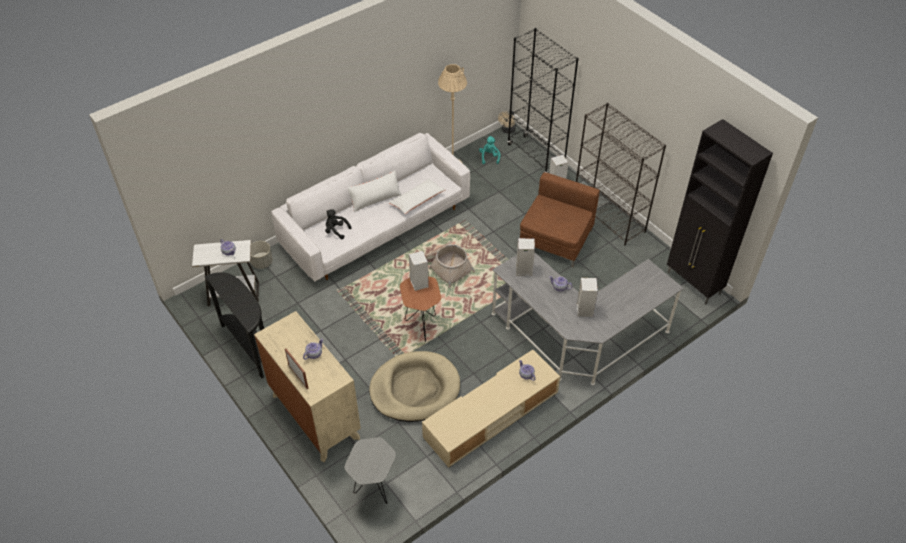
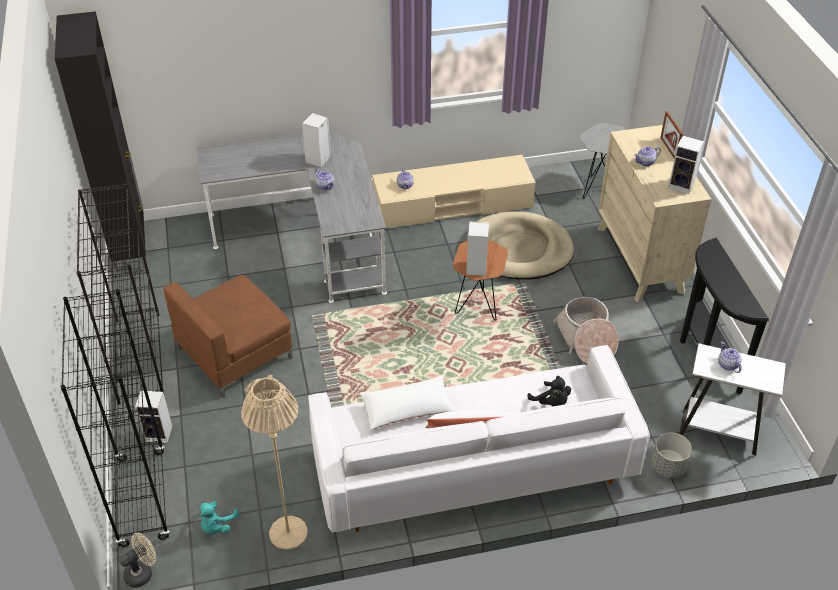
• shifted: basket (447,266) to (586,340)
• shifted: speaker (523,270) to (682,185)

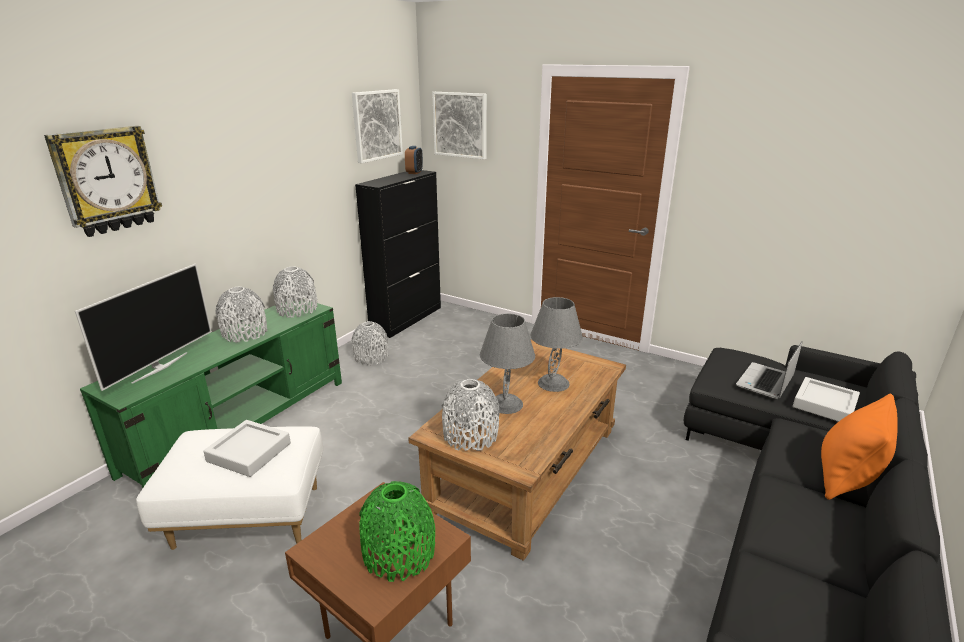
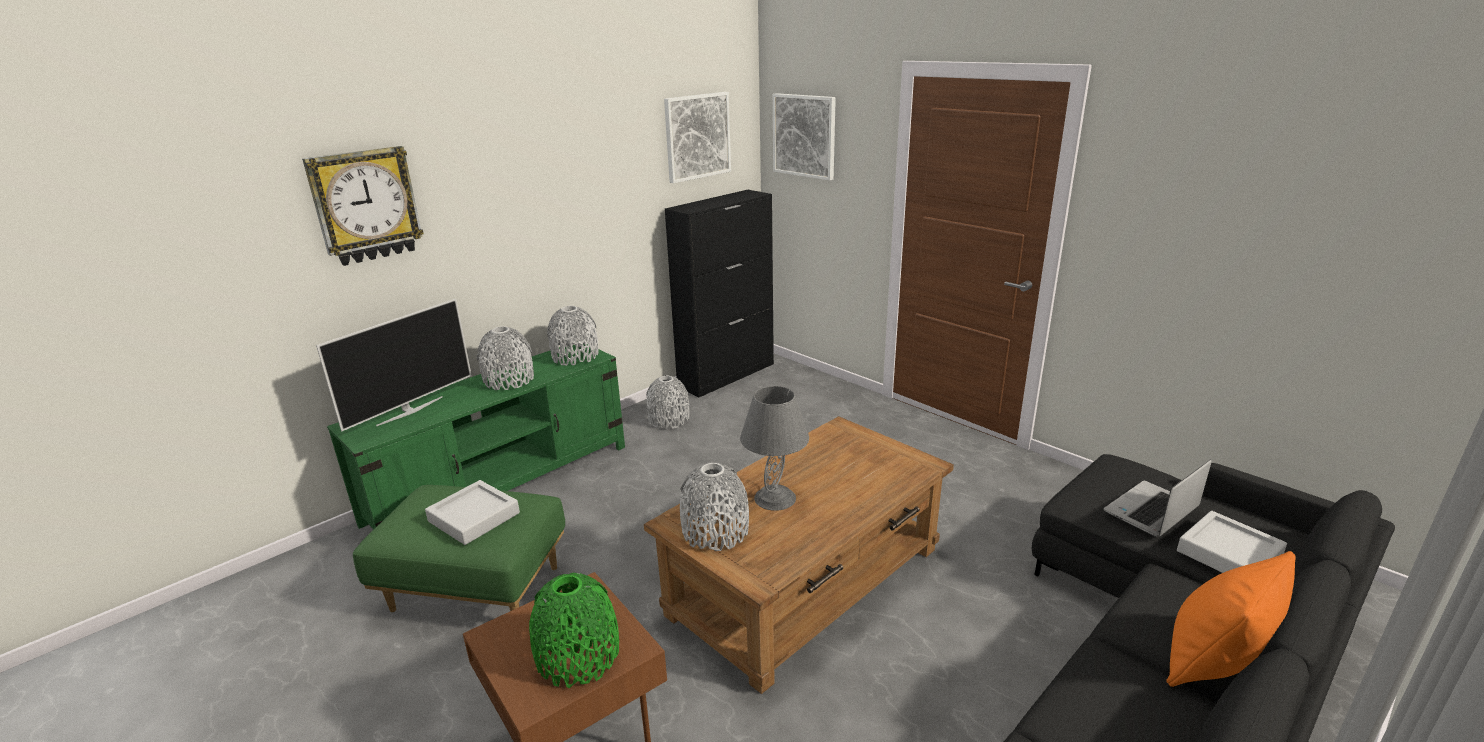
• repainted: ottoman (white) (247,518) to ottoman (green) (474,590)
• gone: alarm clock (414,172)
• gone: table lamp (grey) (553,383)

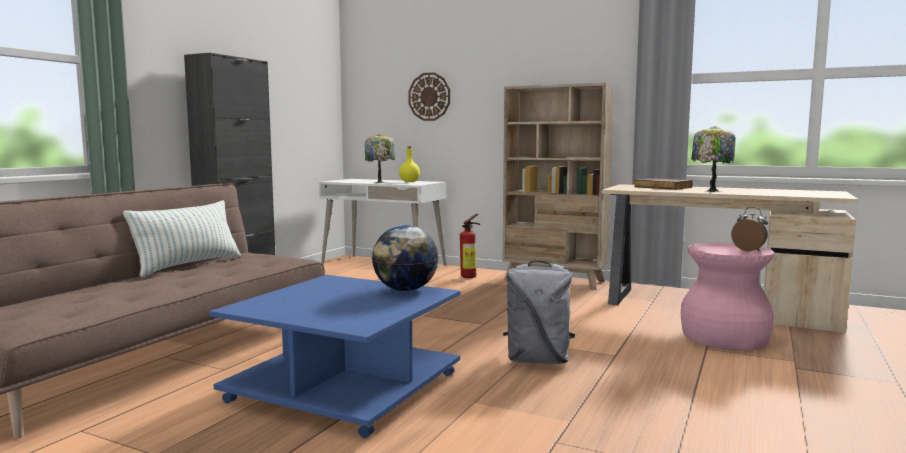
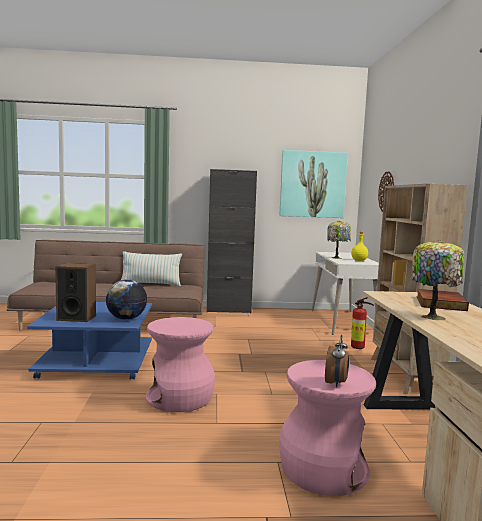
• swapped: backpack (grey) (538,360) to stool (pink) (180,398)
• new: speaker (76,318)
• new: picture (312,184)

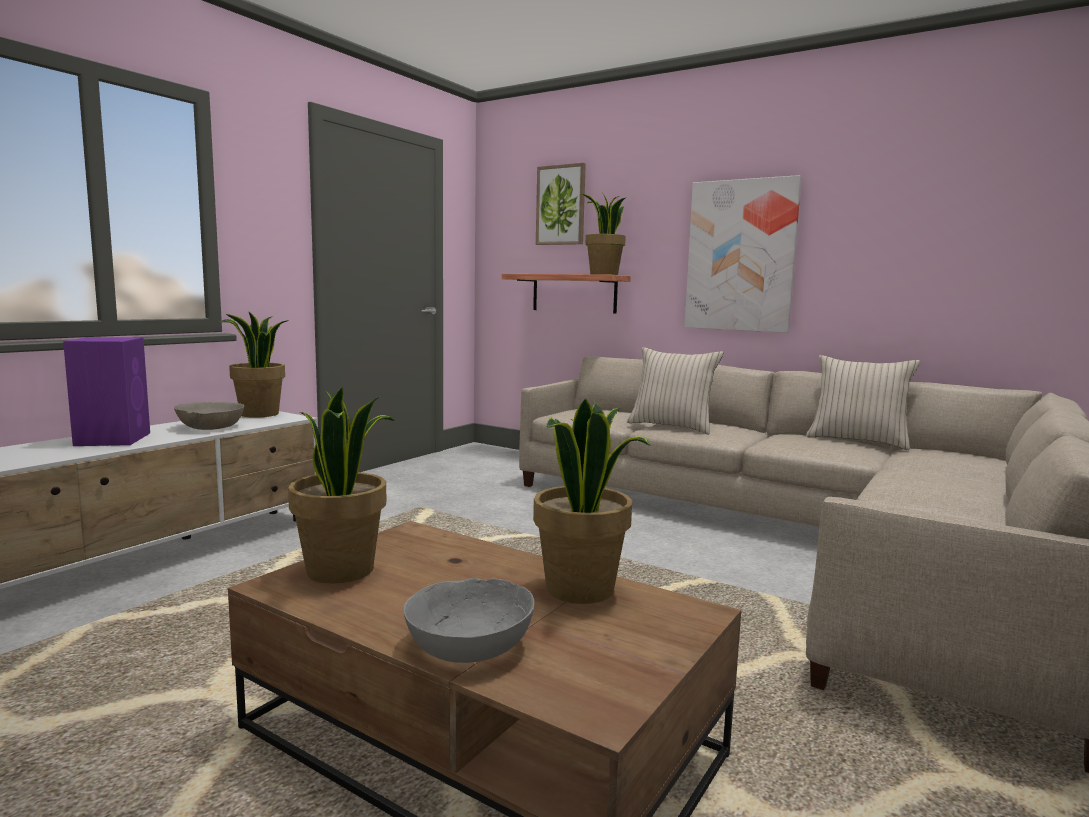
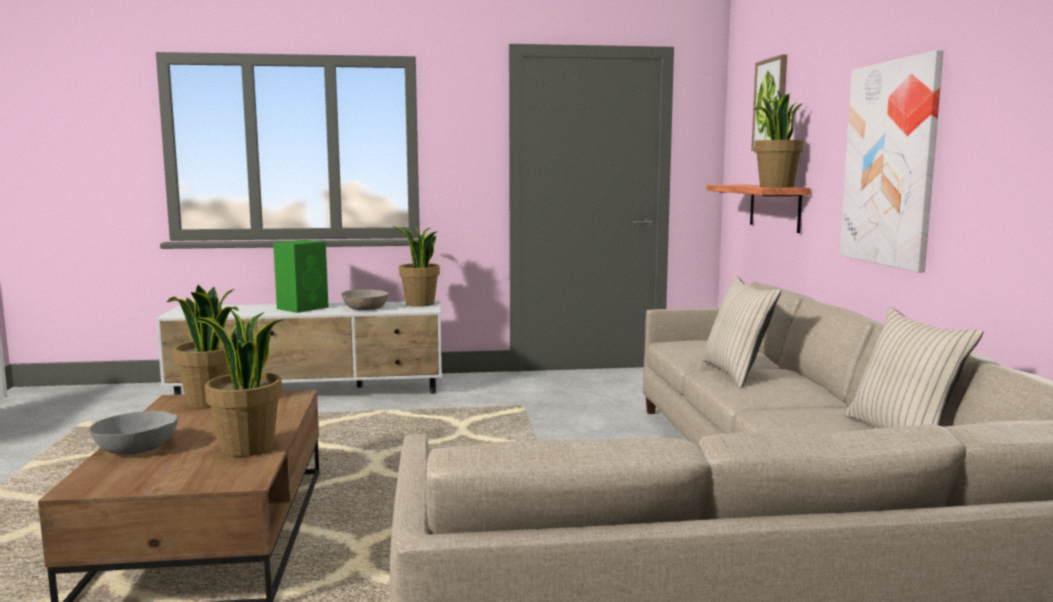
• repainted: speaker (purple) (114,439) to speaker (green) (303,308)

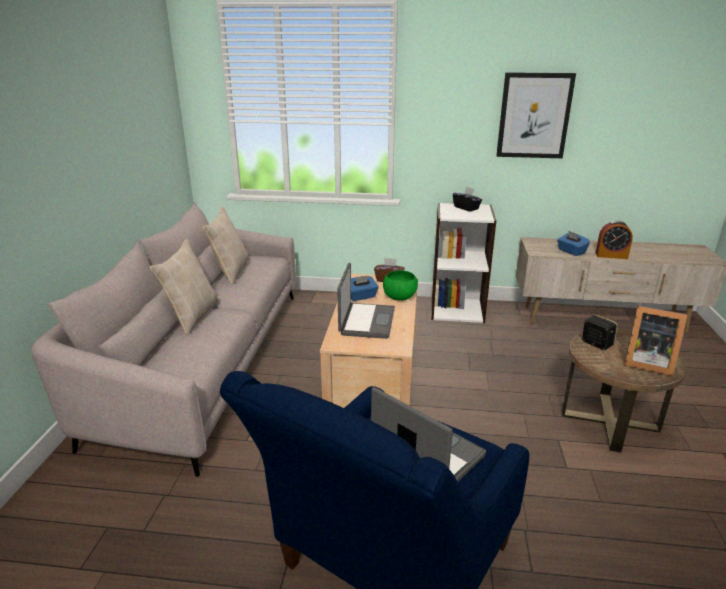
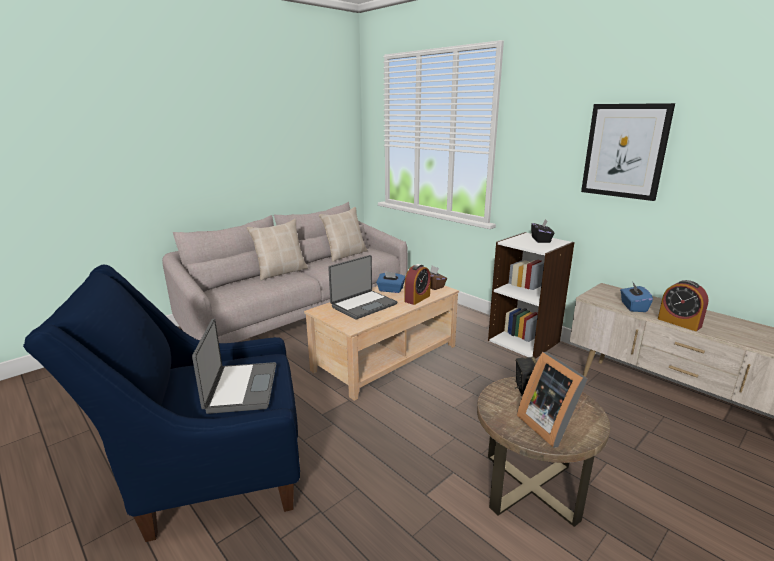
• swapped: bowl (green) (400,297) to alarm clock (417,298)

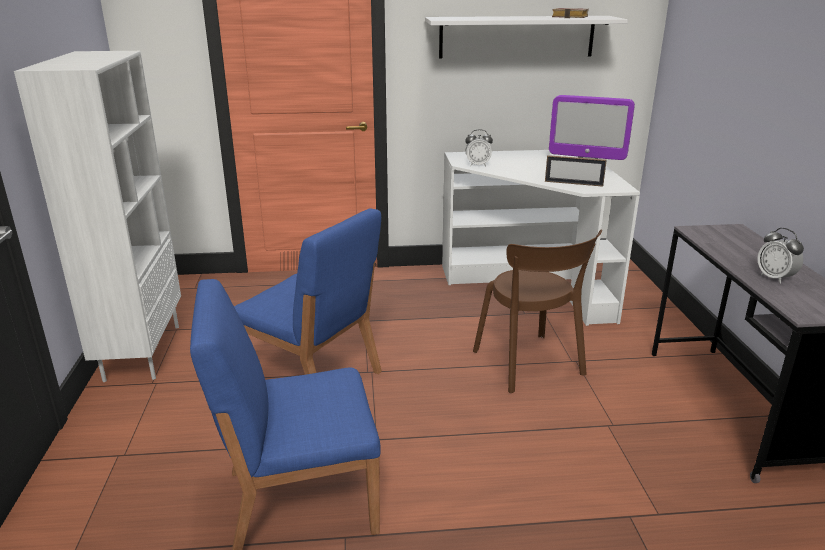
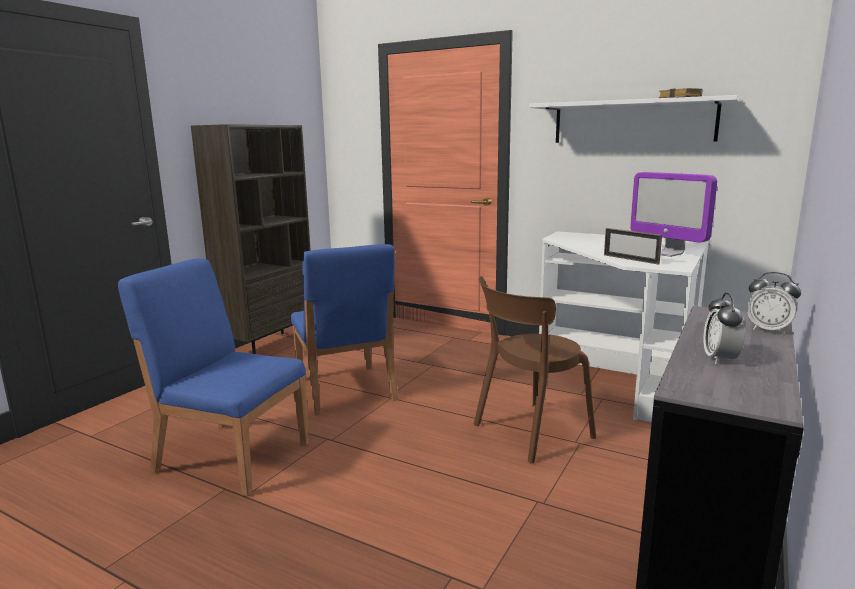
• repainted: bookcase (white) (141,352) to bookcase (brown) (269,346)
• shifted: alarm clock (477,165) to (768,330)
• rotated: chair (brown) (530,365) = (528,432) 45 degrees clockwise

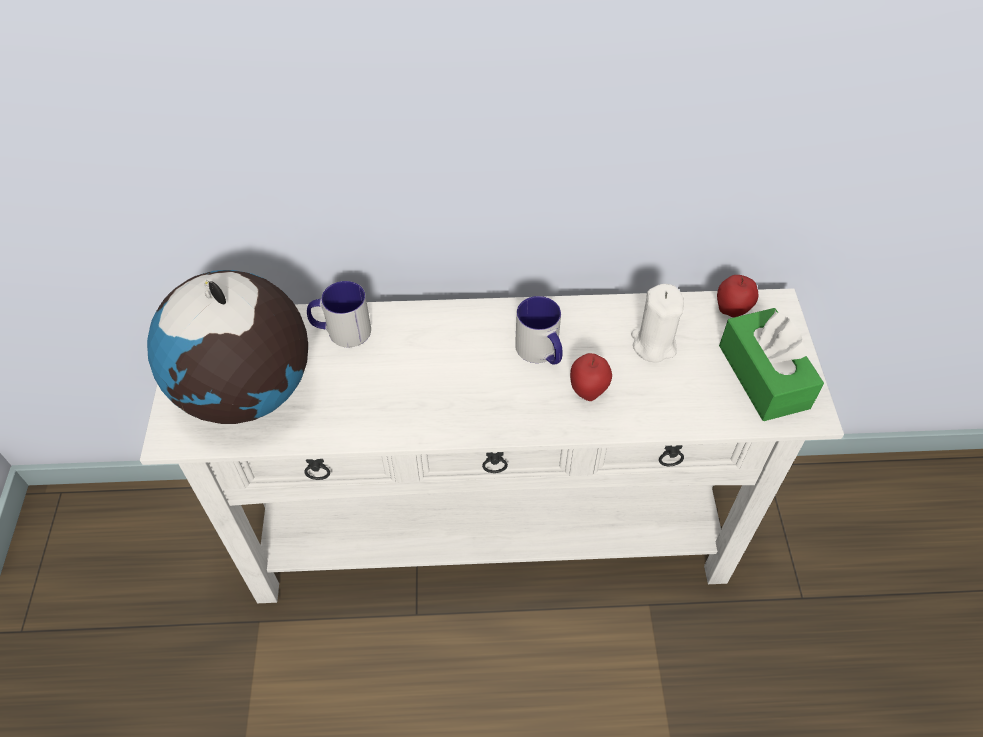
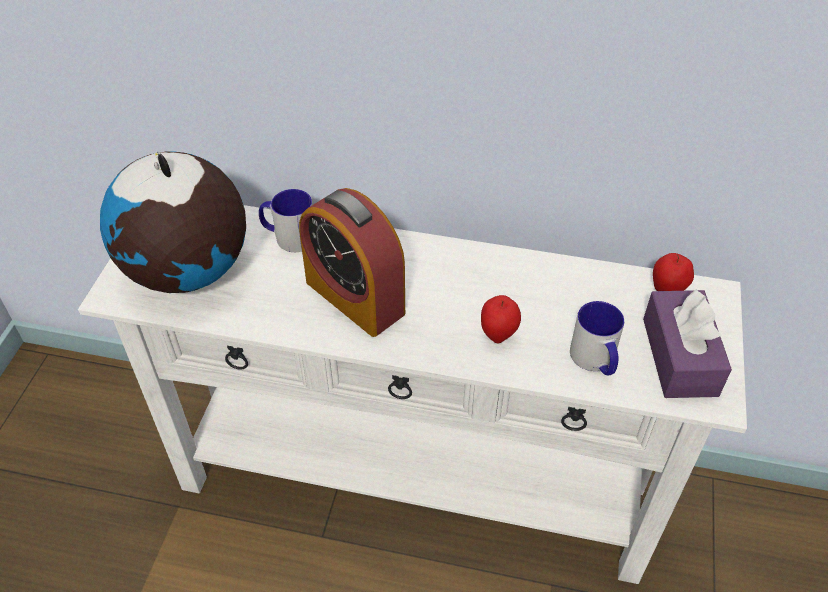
• shifted: mug (541,352) to (595,360)
• gone: candle (white) (653,344)
• repainted: tissue box (green) (763,376) to tissue box (purple) (679,356)
• new: alarm clock (355,297)

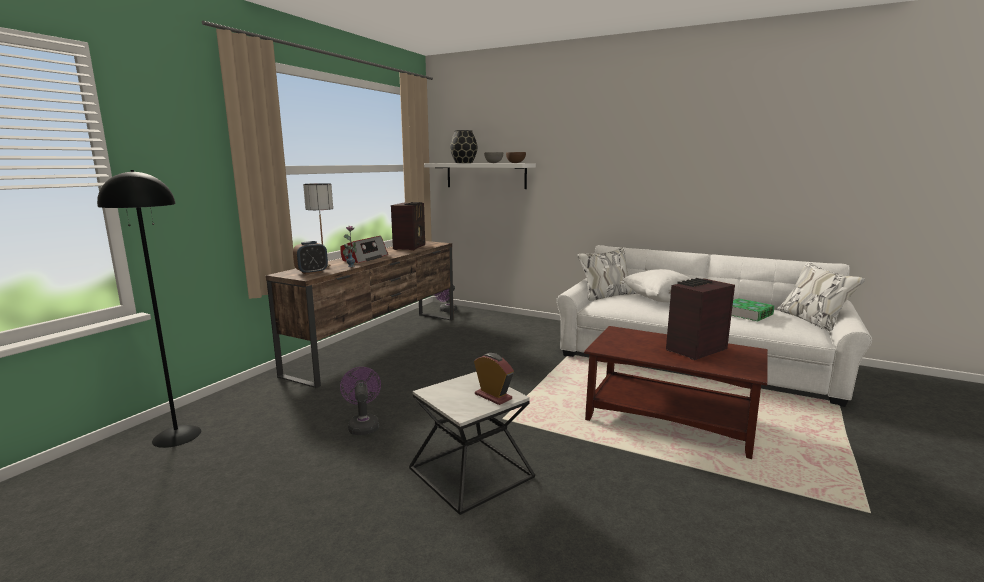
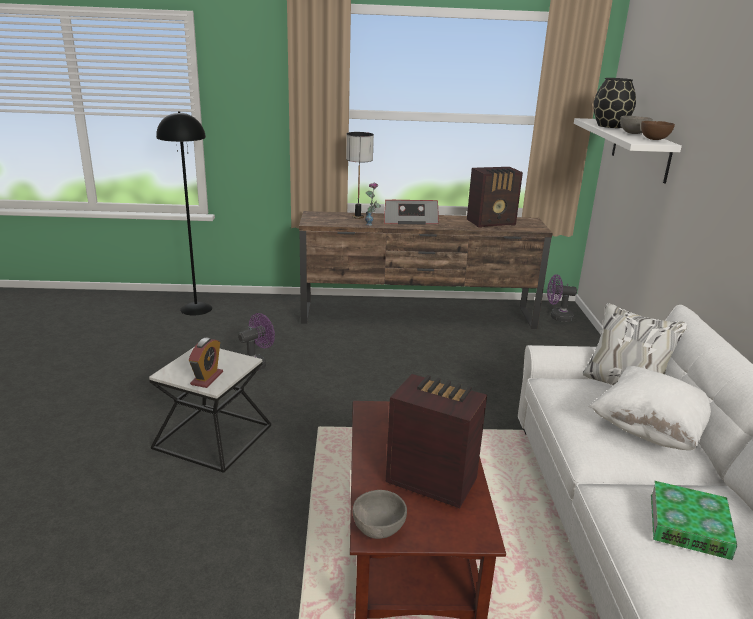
• gone: alarm clock (312,272)
• new: bowl (grey) (377,529)

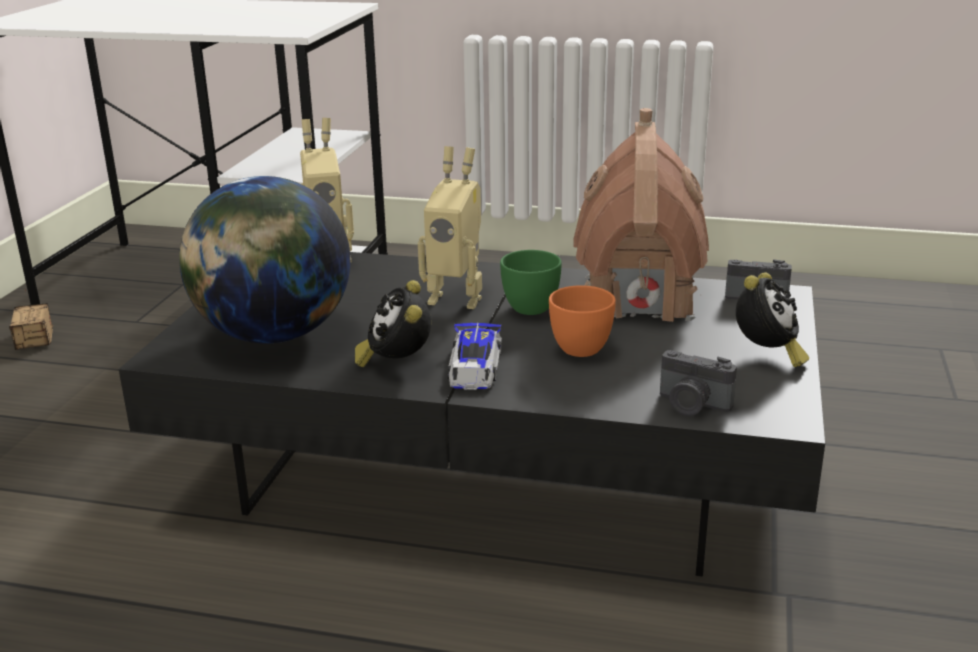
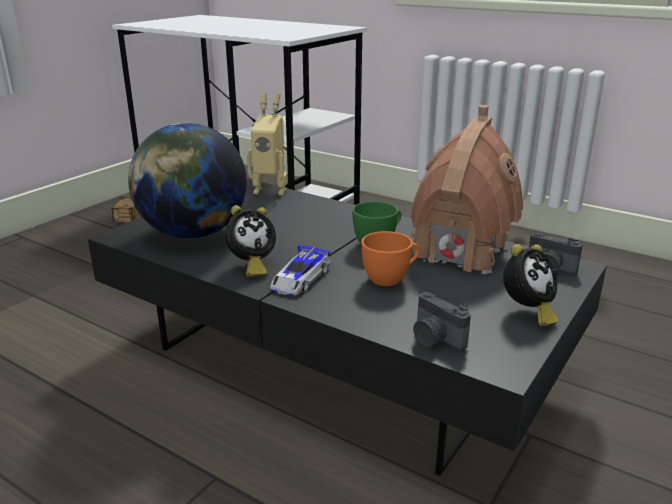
• rotated: alarm clock (396,363) = (251,266) 135 degrees counterclockwise
• gone: toy robot (457,297)

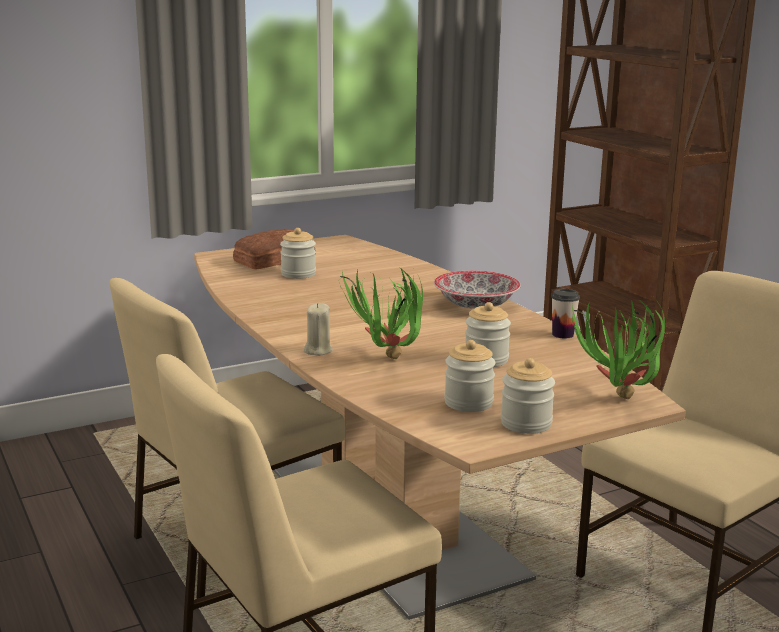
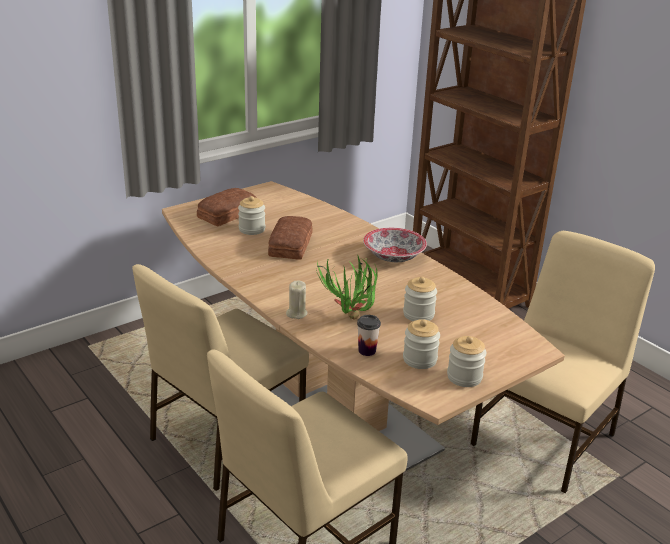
• shifted: cup (562,334) to (367,351)
• gone: potted plant (619,403)
• new: bread (292,245)

